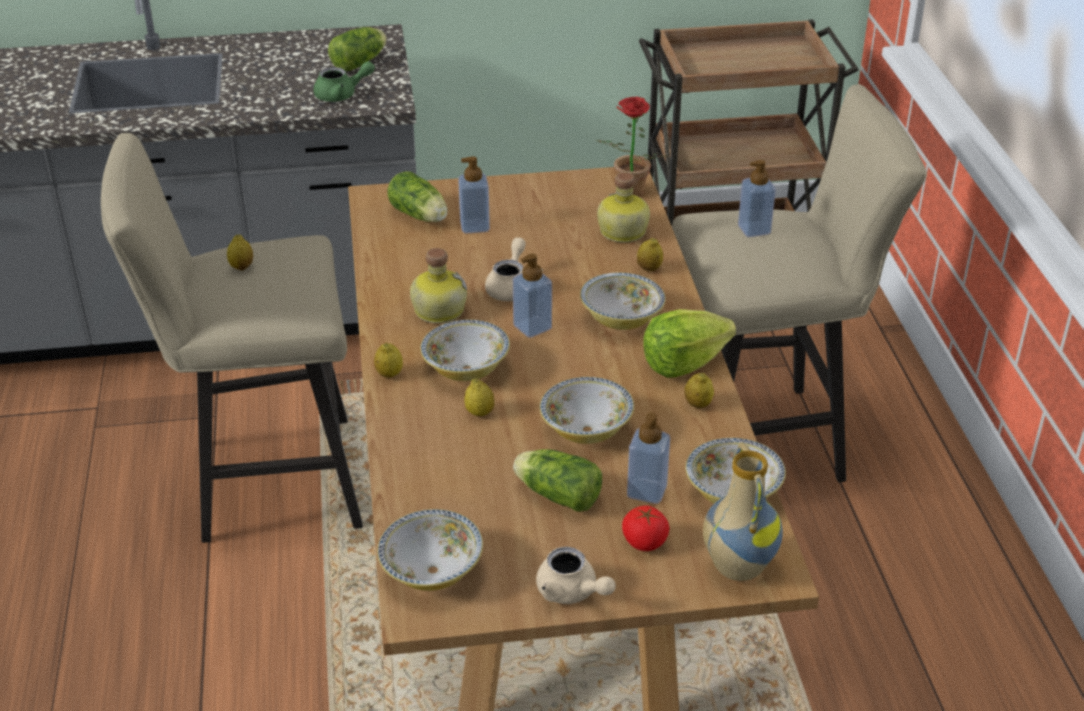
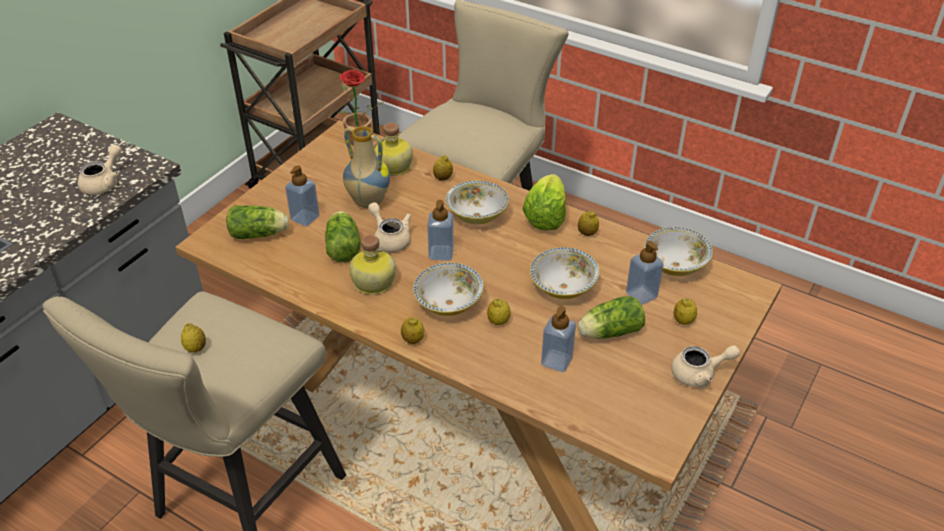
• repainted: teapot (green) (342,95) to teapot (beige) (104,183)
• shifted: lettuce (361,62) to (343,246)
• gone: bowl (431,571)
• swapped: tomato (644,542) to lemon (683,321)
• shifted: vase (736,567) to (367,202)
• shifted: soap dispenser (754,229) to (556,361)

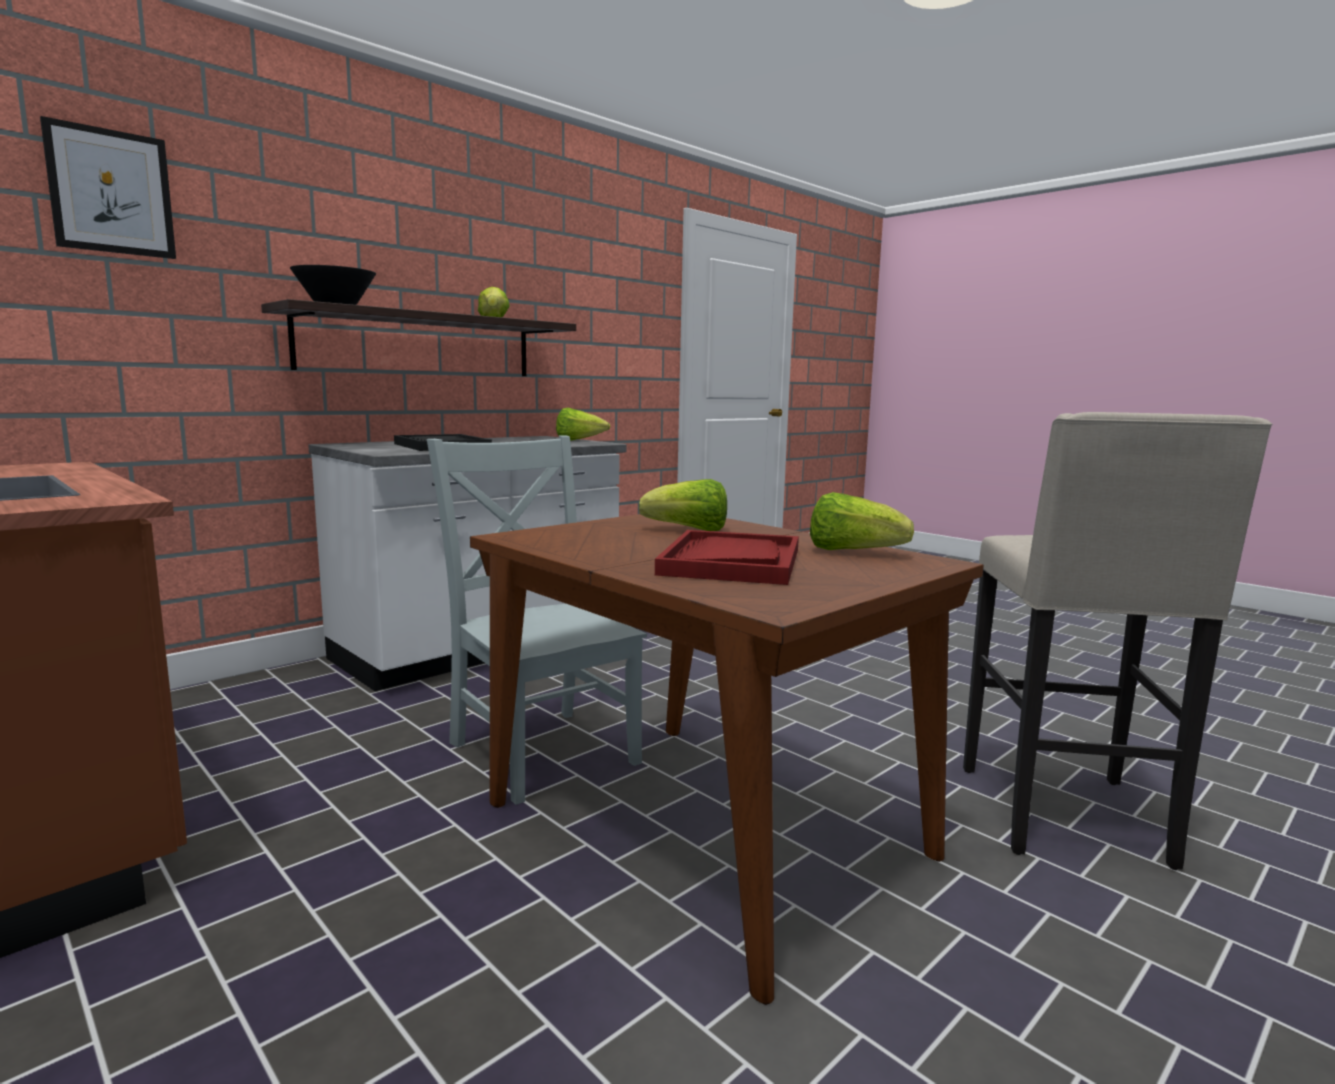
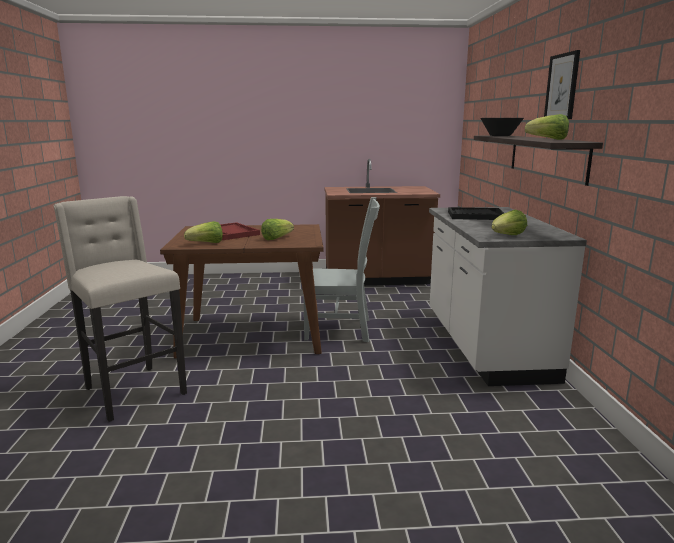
• shifted: picture (111,192) to (562,86)

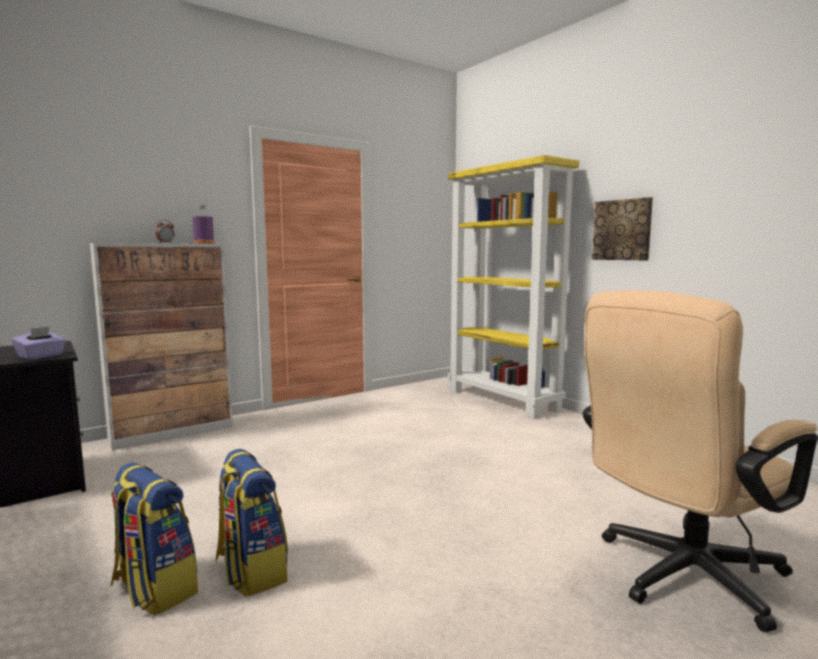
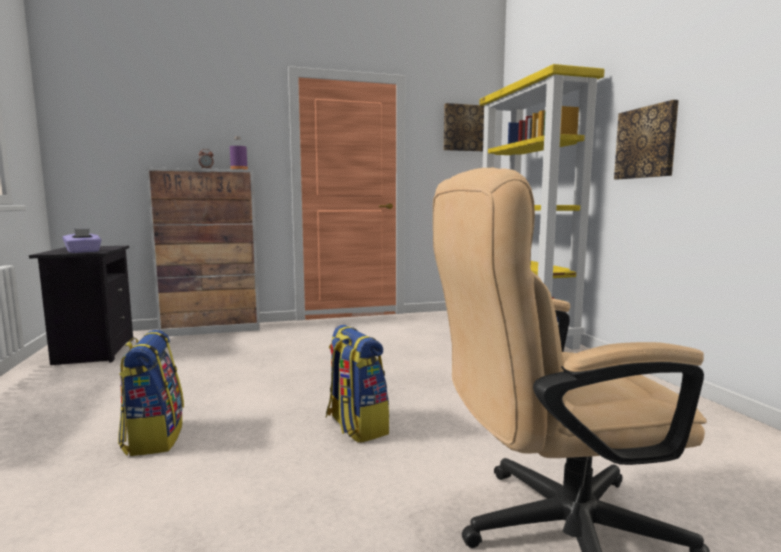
• shifted: backpack (154,589) to (355,426)
• new: picture (464,128)

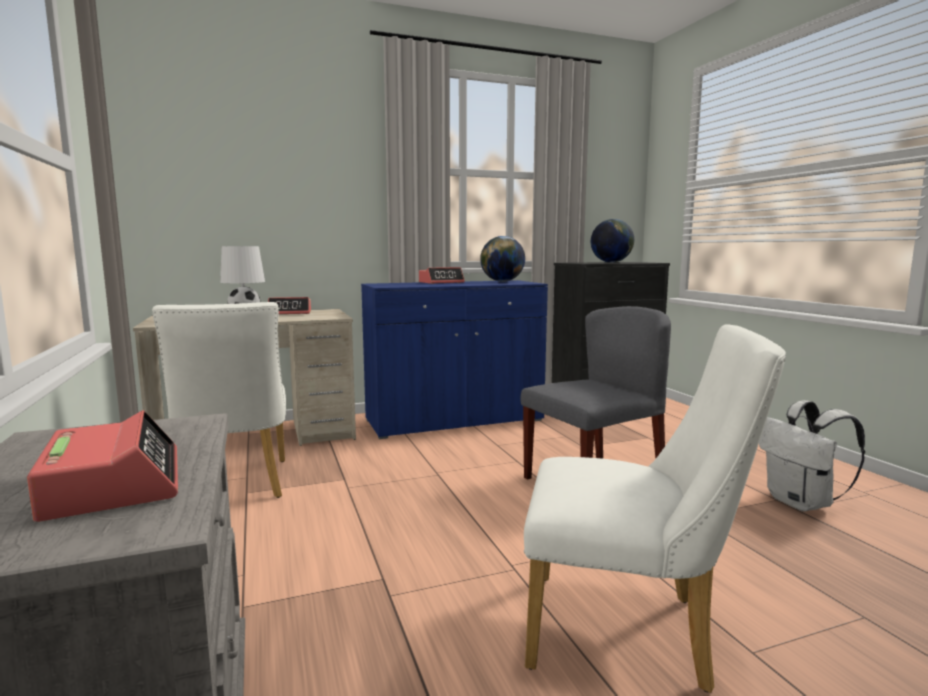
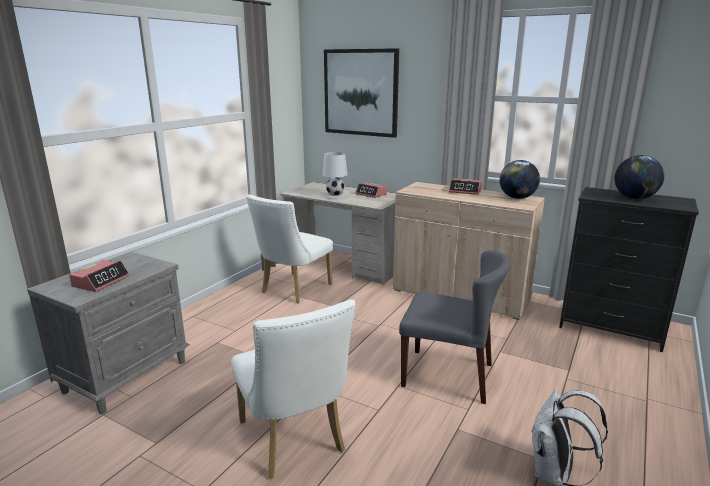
• repainted: cabinet (blue) (454,420) to cabinet (beige) (460,295)
• new: picture (361,92)

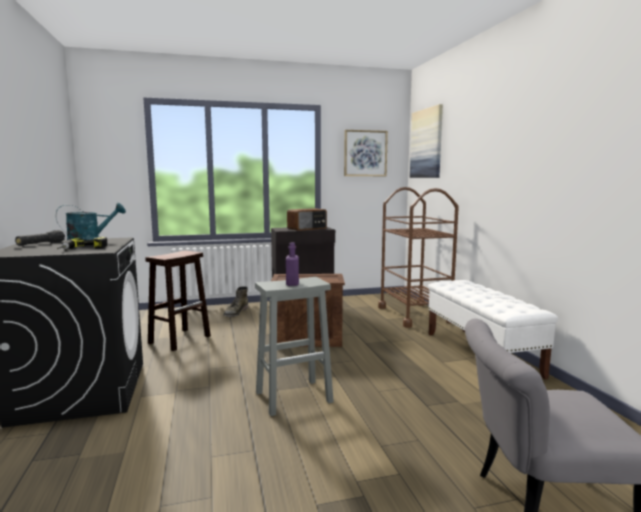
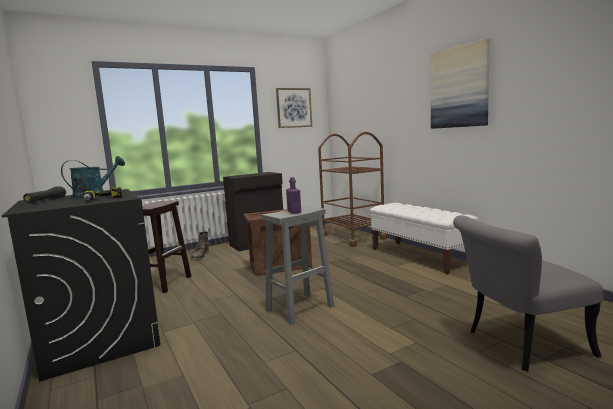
• gone: radio (307,228)
• shifted: picture (426,143) to (459,87)

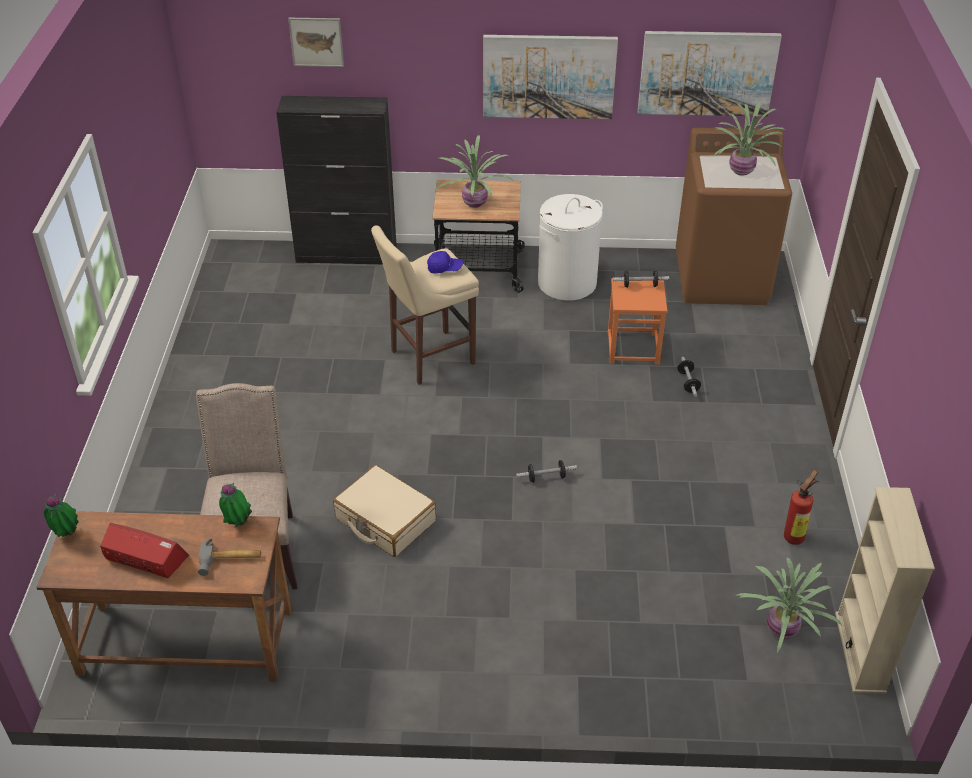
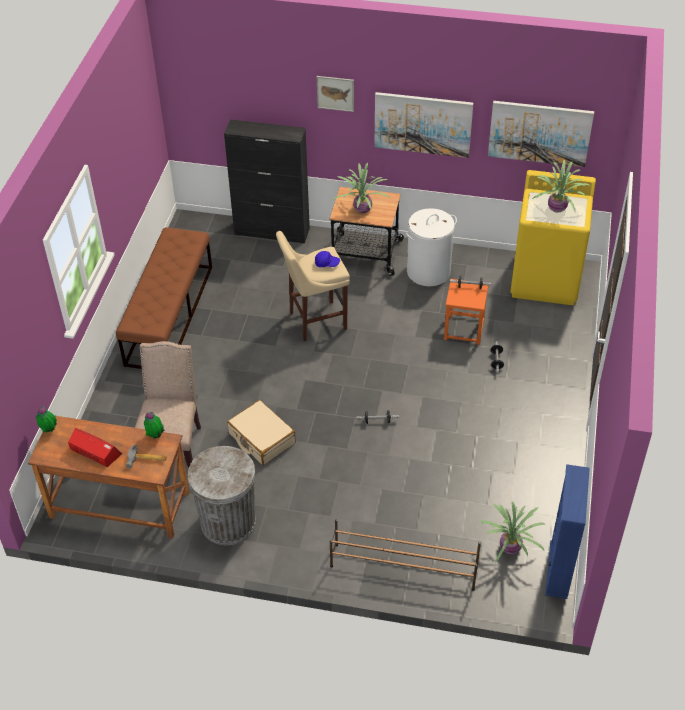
• shifted: picture (316,42) to (335,93)
• repainted: washing machine (brown) (722,278) to washing machine (yellow) (546,280)
• gone: fire extinguisher (795,536)
• repainted: bookcase (beige) (860,652) to bookcase (blue) (558,569)
• new: bench (brown) (169,315)
• new: trash can (grey) (228,522)
• new: shoe rack (brown) (403,566)

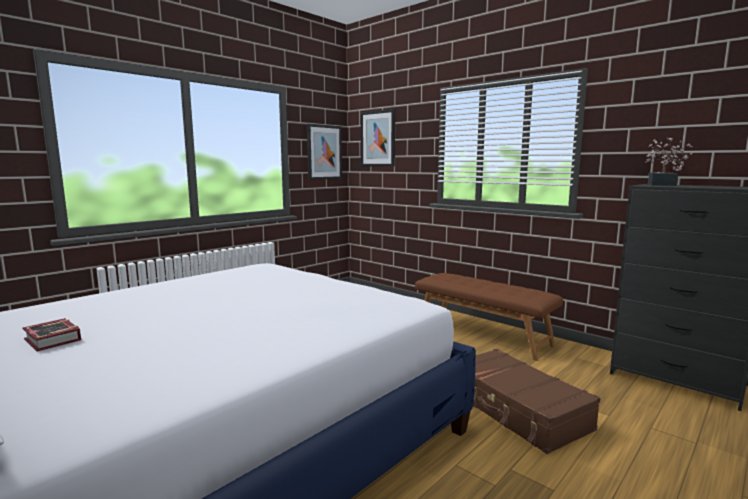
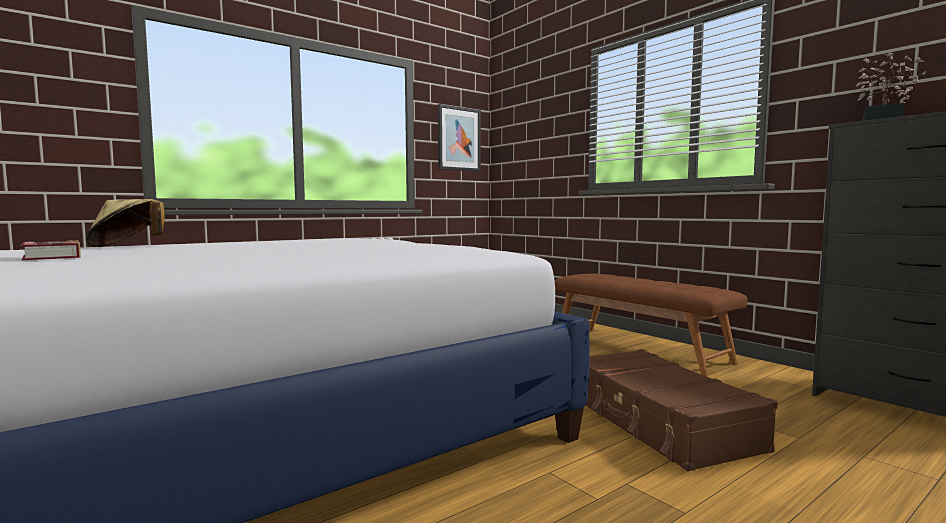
• gone: picture (378,138)
• new: hat (beige) (127,246)

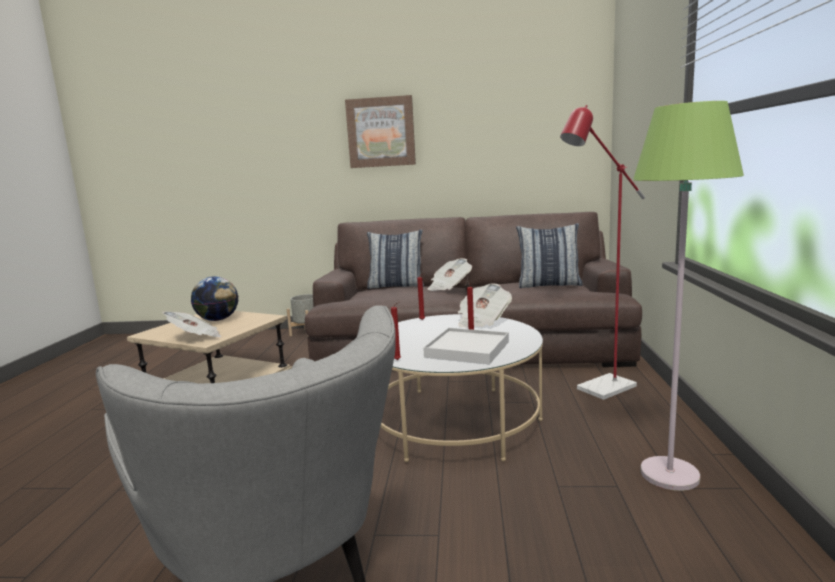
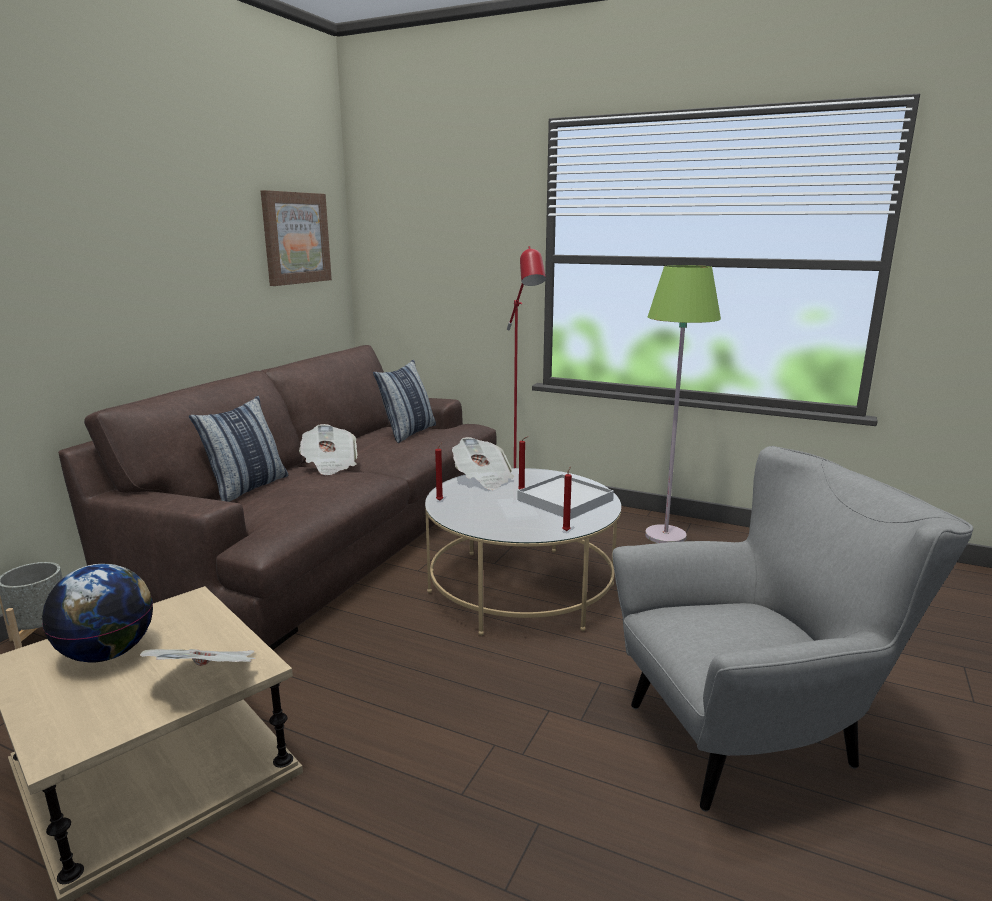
• shifted: picture (381,132) to (296,238)

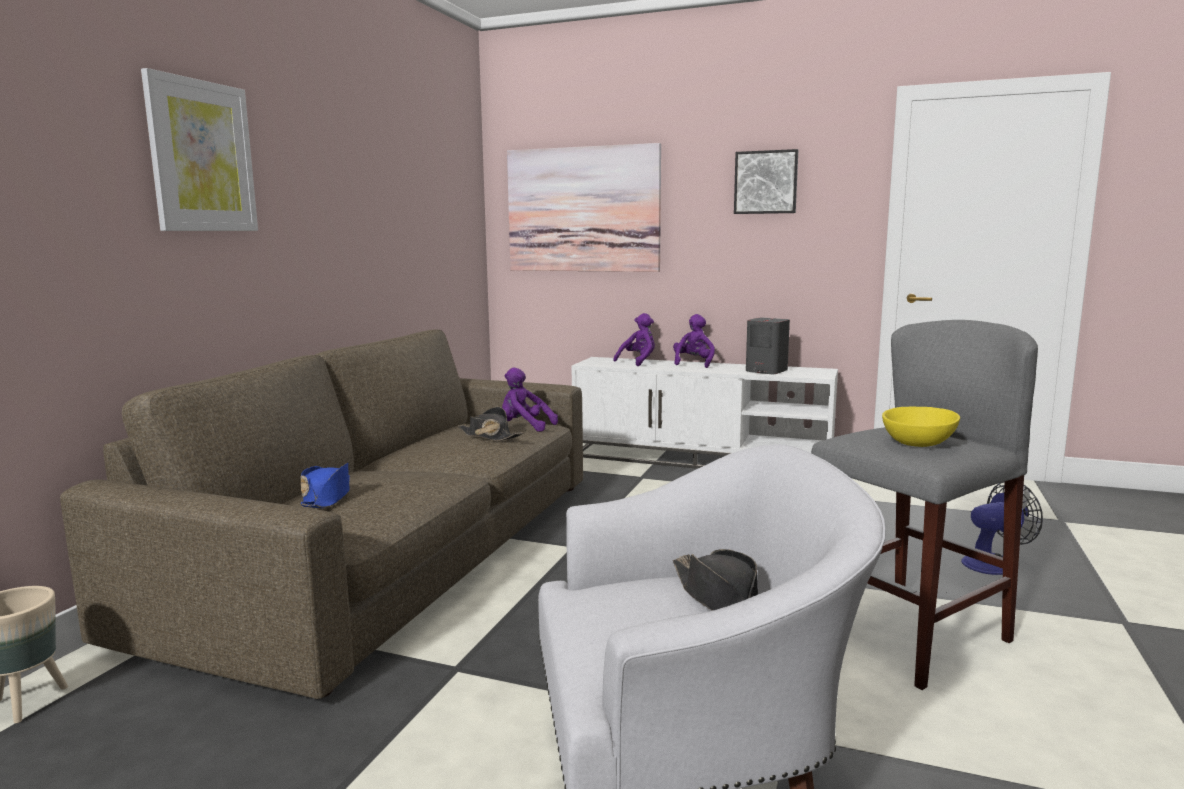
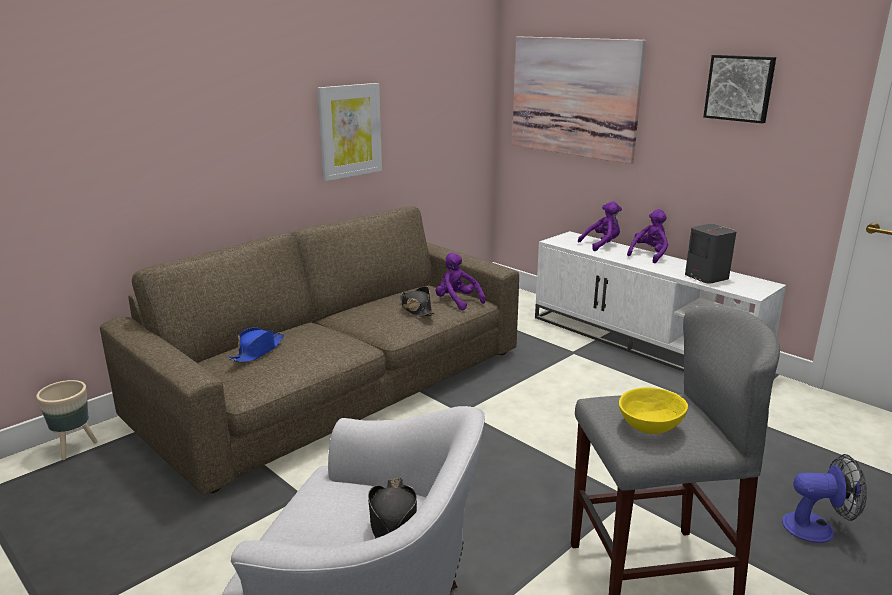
• shifted: picture (201,156) to (350,131)

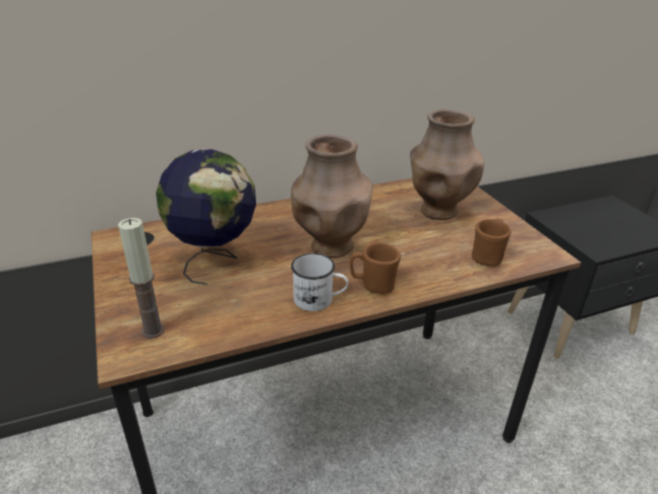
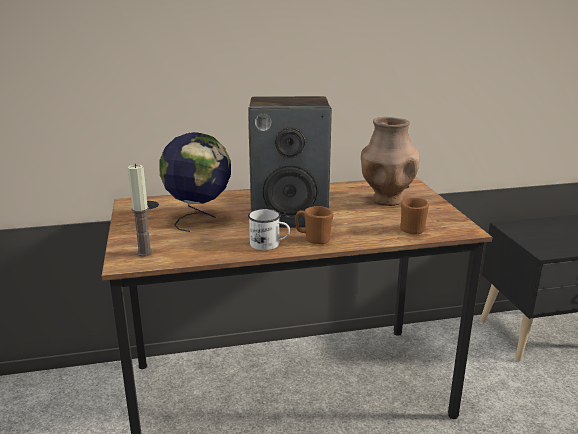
• swapped: vase (brown) (330,247) to speaker (290,216)

